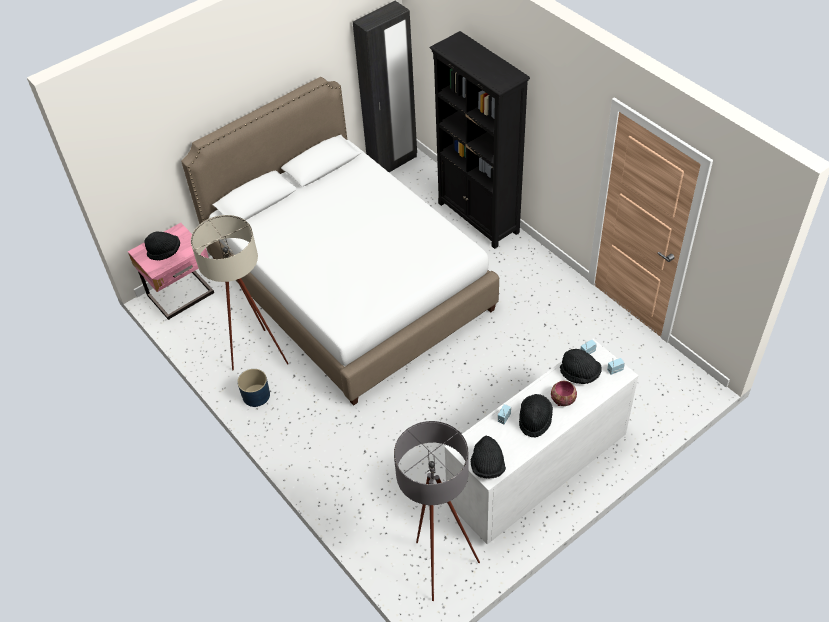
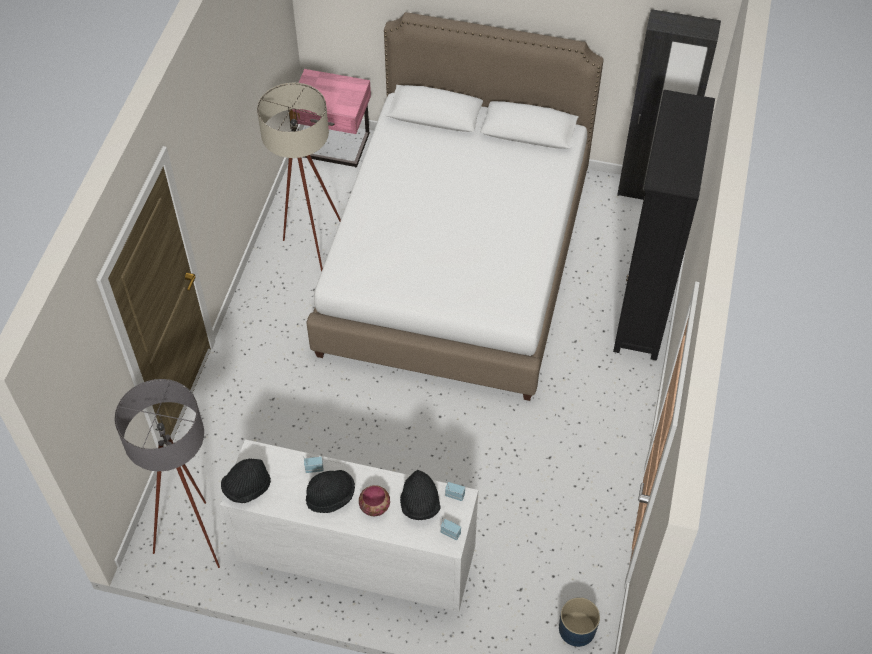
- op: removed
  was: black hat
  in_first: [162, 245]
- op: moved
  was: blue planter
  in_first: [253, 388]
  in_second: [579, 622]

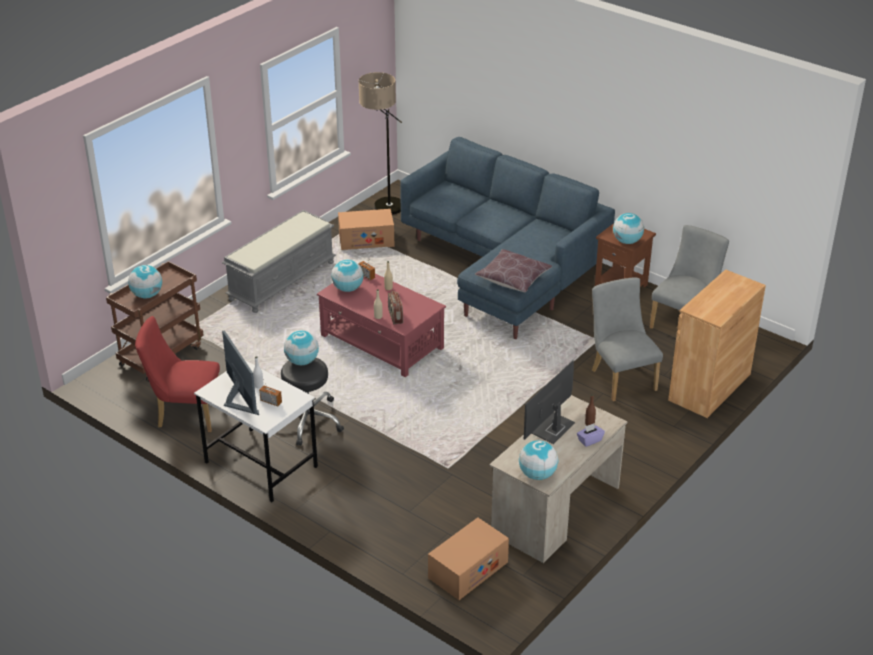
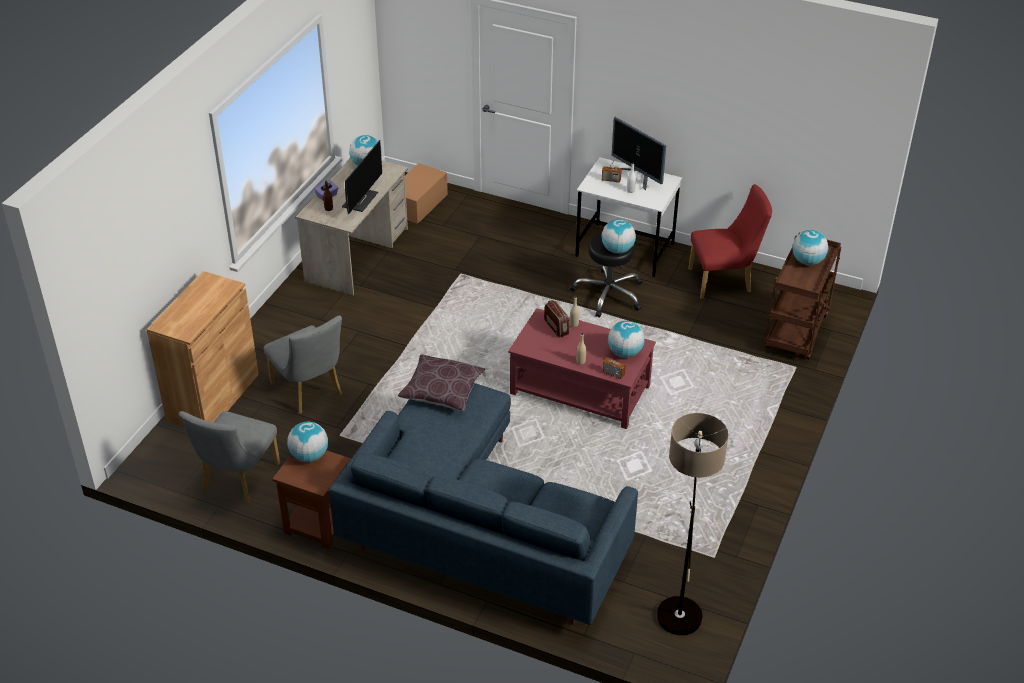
- op: removed
  was: grey bench
  in_first: [279, 261]
- op: removed
  was: cardboard box
  in_first: [366, 229]

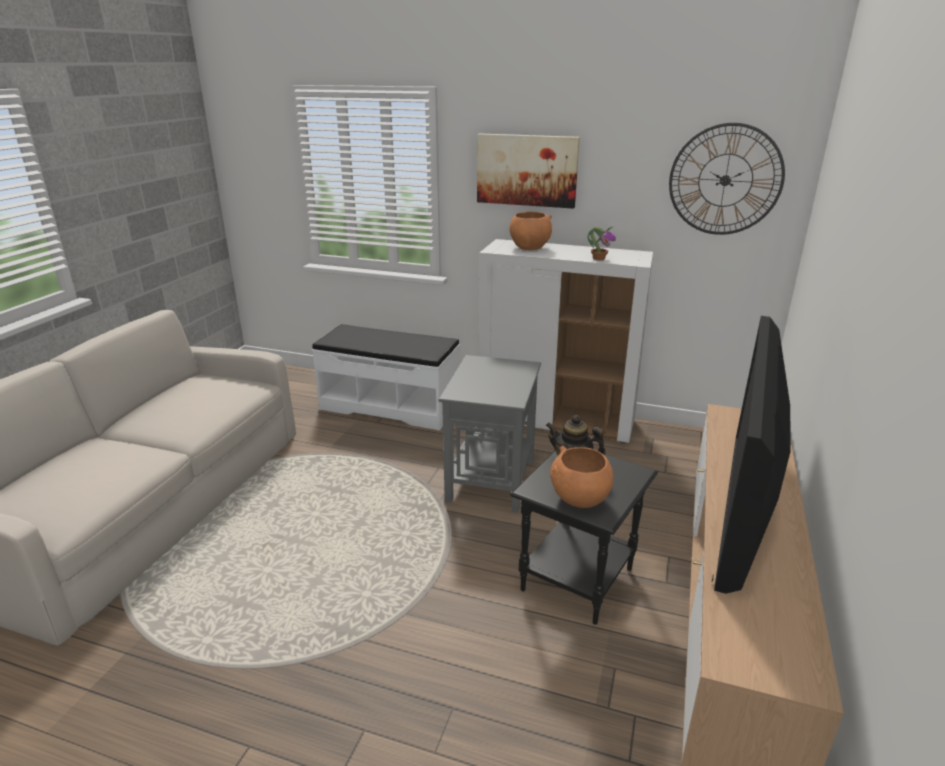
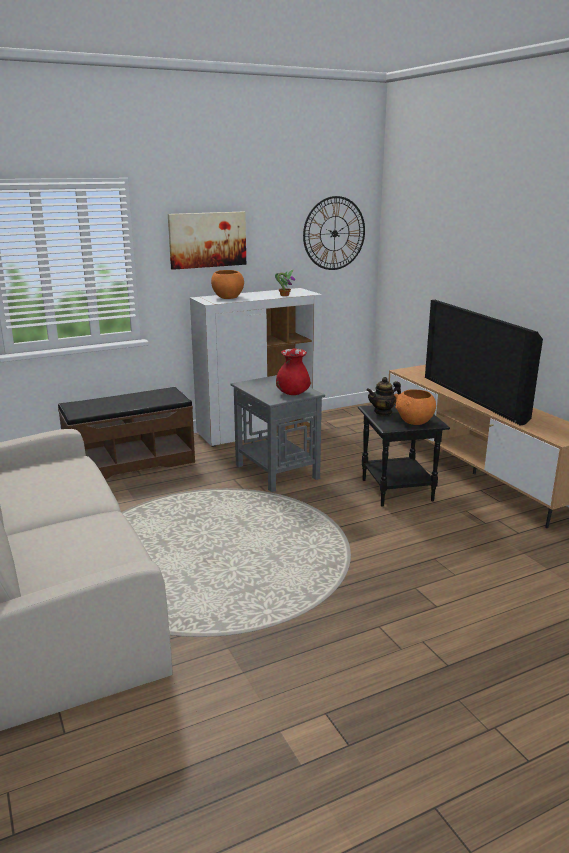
- op: added
  now: red vase
  in_second: [293, 372]
- op: recoloured
  was: white bench
  now: brown bench
  in_first: [386, 377]
  in_second: [126, 433]

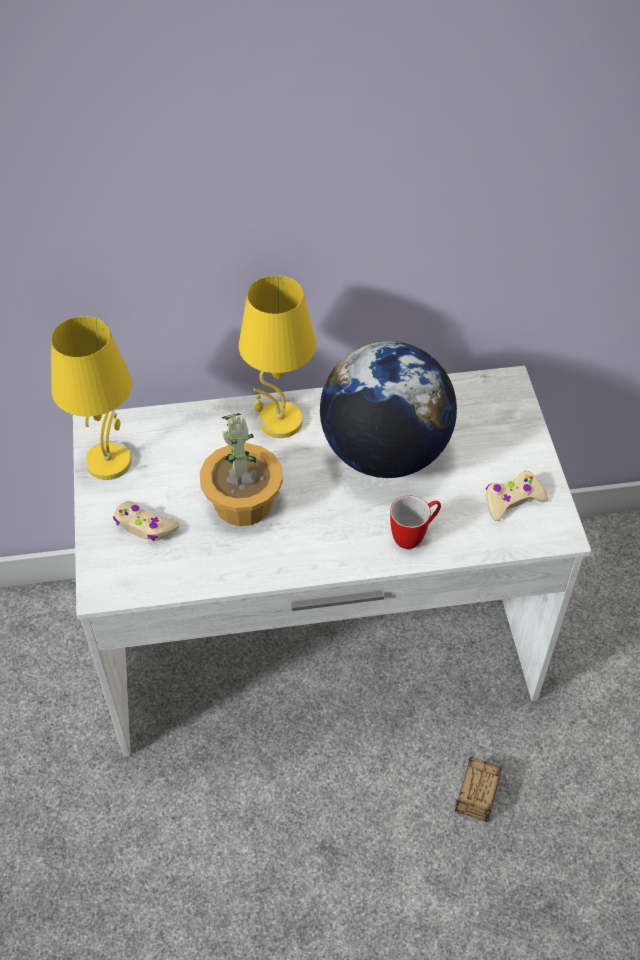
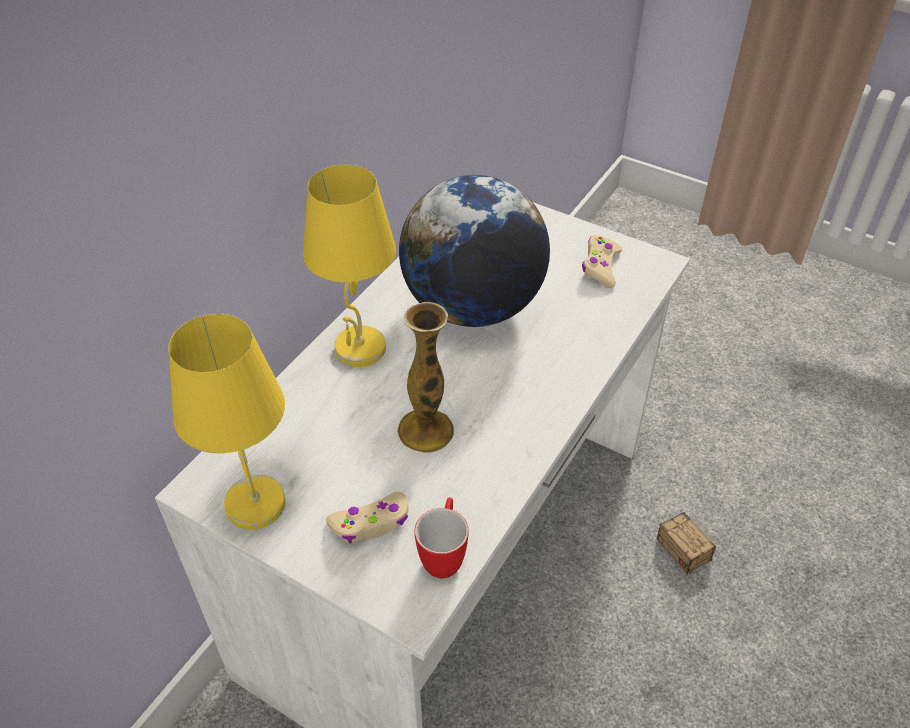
- op: moved
  was: mug
  in_first: [415, 522]
  in_second: [442, 538]
- op: replaced
  was: potted plant
  now: vase
  in_first: [241, 469]
  in_second: [425, 377]

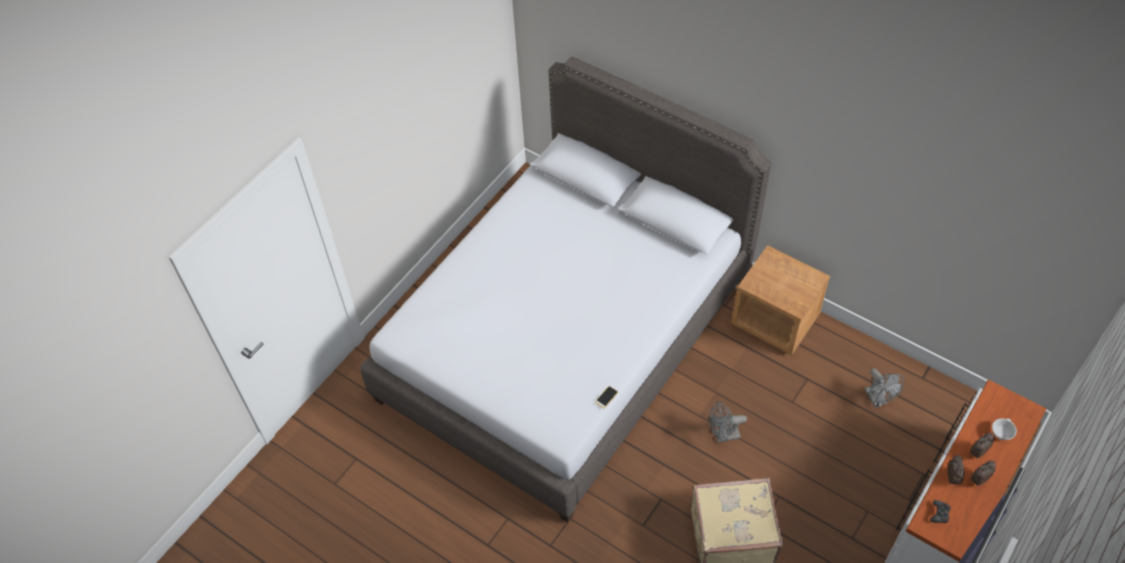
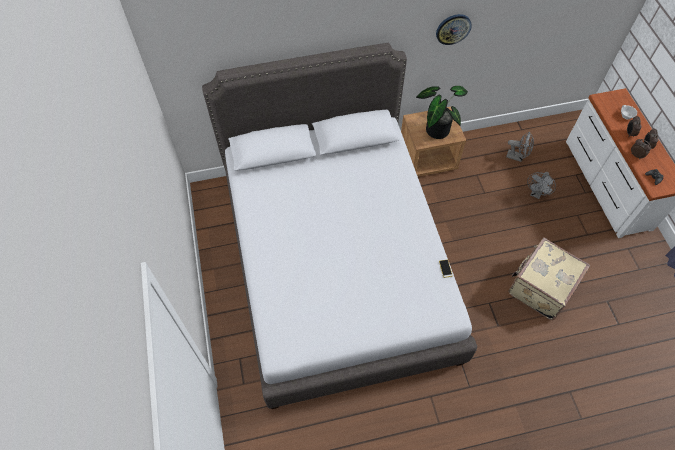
- op: added
  now: potted plant
  in_second: [442, 112]
- op: added
  now: wall clock
  in_second: [454, 29]
- op: moved
  was: grey fan
  in_first: [728, 422]
  in_second: [541, 185]

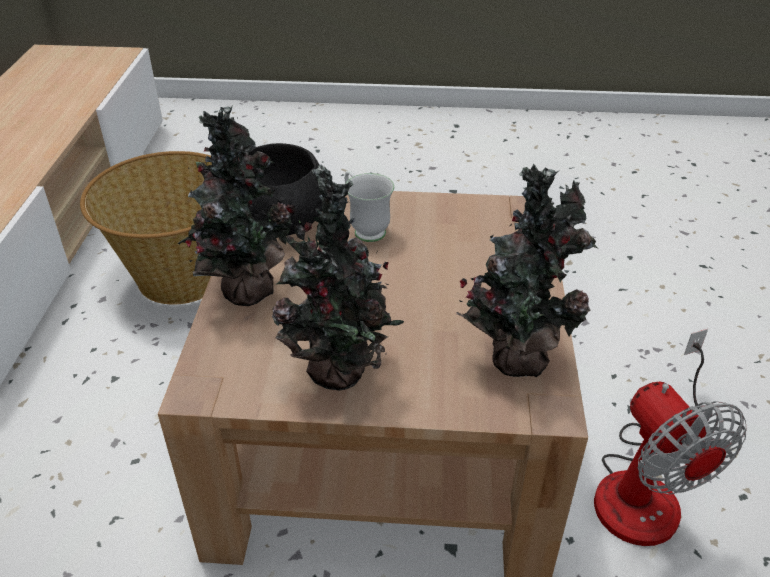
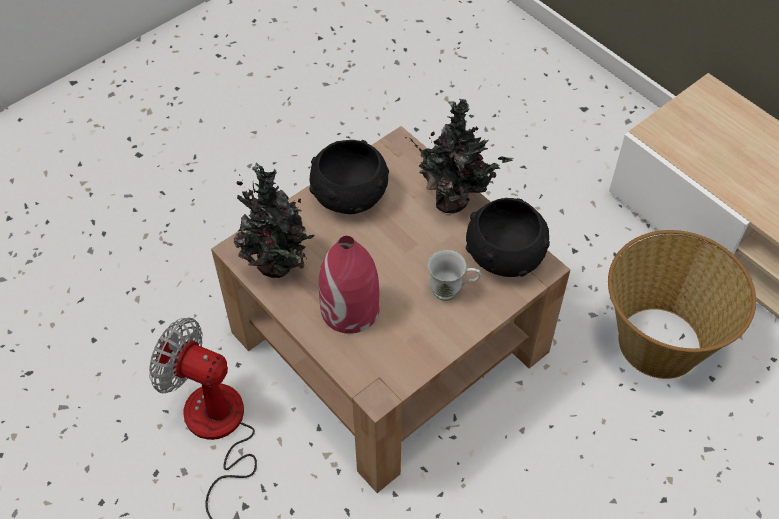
- op: added
  now: red vase
  in_second: [349, 285]
- op: replaced
  was: potted plant
  now: black bowl
  in_first: [338, 277]
  in_second: [349, 177]

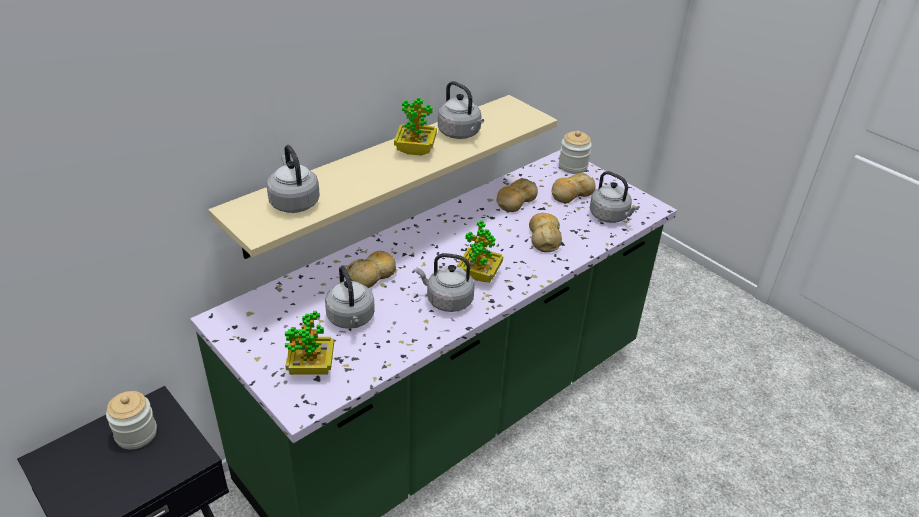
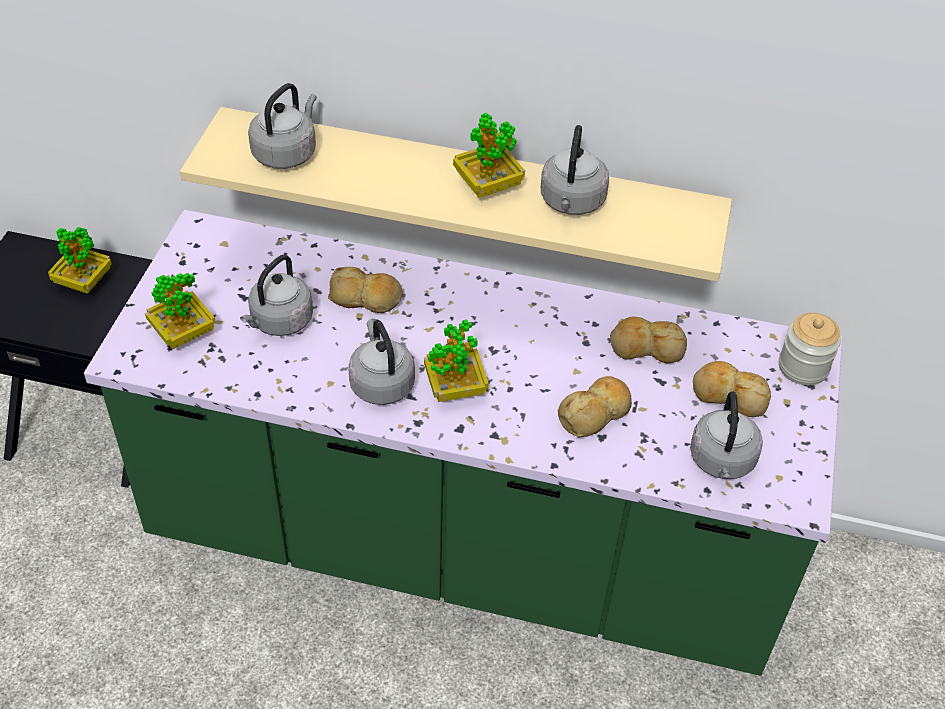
- op: replaced
  was: jar
  now: potted plant
  in_first: [131, 420]
  in_second: [80, 260]

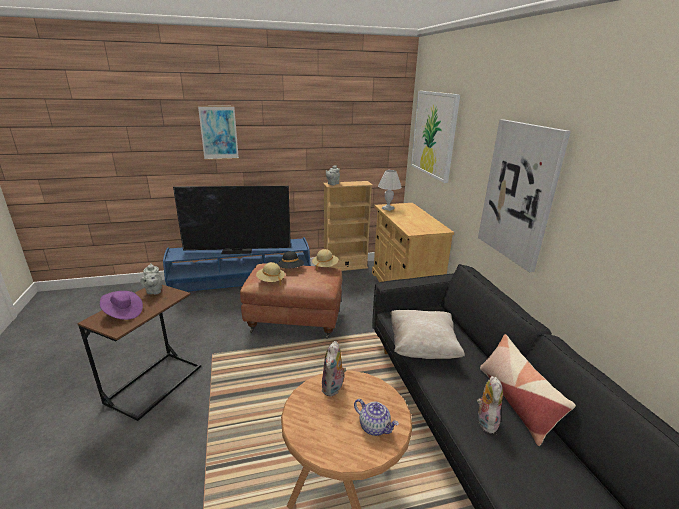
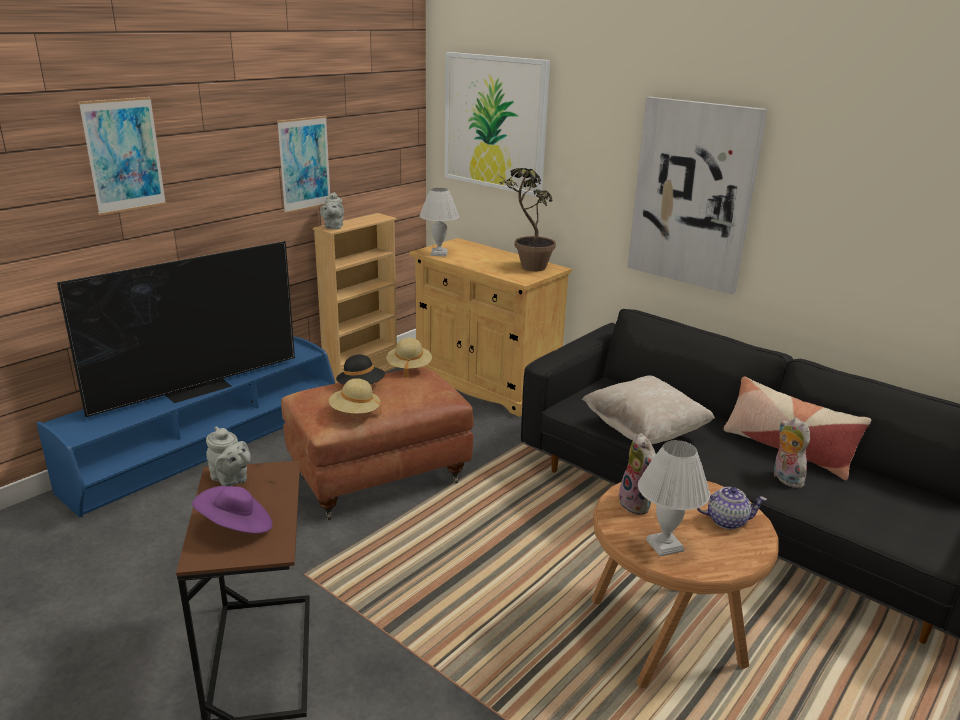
- op: added
  now: picture
  in_second: [303, 164]
- op: added
  now: potted plant
  in_second: [526, 219]
- op: added
  now: white table lamp
  in_second: [674, 498]

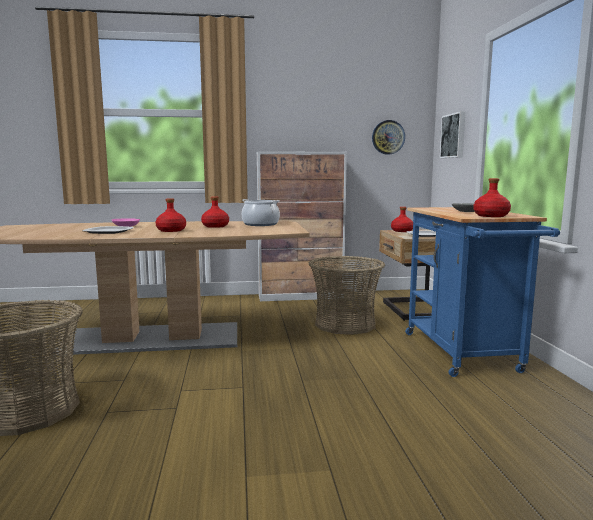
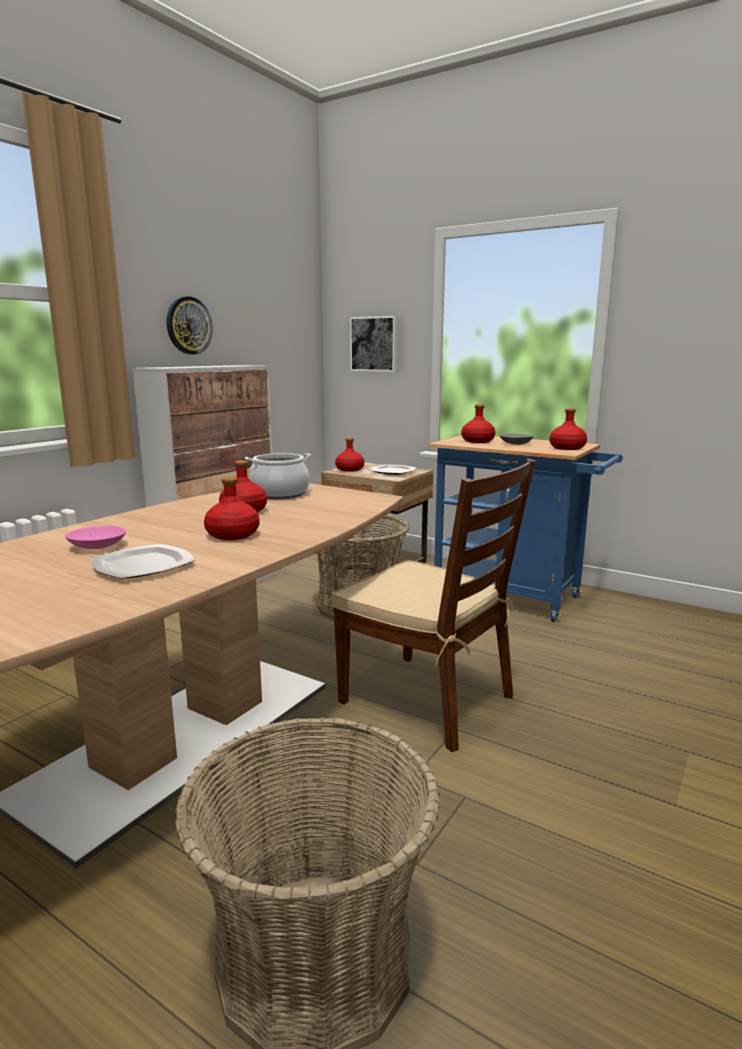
- op: added
  now: brown chair
  in_second: [433, 605]
- op: added
  now: red bottle
  in_second: [478, 423]
- op: moved
  was: wall clock
  in_first: [388, 137]
  in_second: [190, 325]

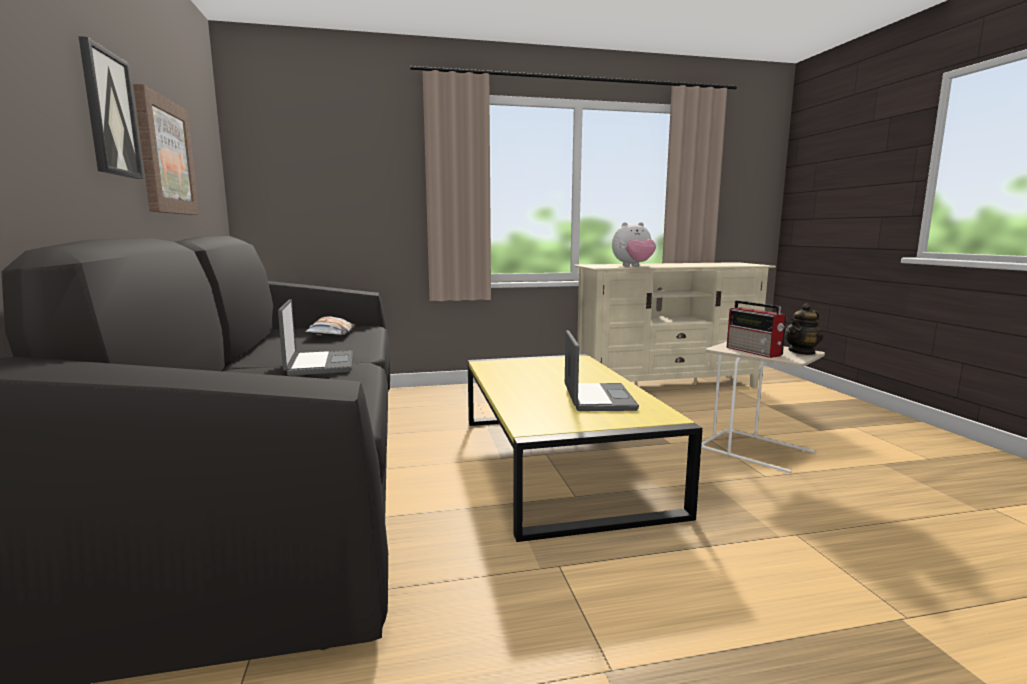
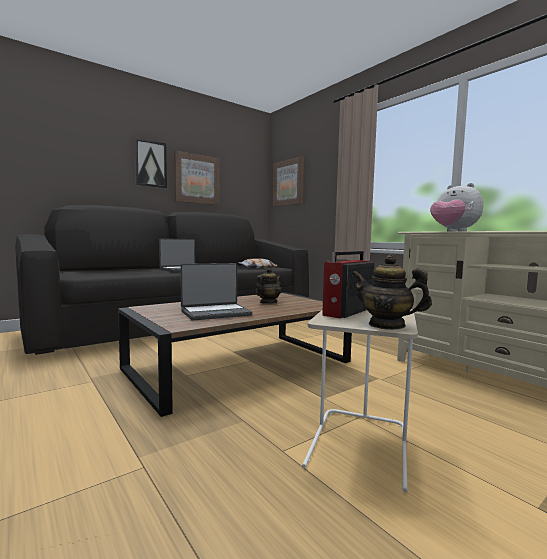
- op: added
  now: teapot
  in_second: [268, 286]
- op: added
  now: picture
  in_second: [288, 181]
- op: recoloured
  was: yellow coffee table
  now: brown coffee table
  in_first: [585, 448]
  in_second: [235, 354]

